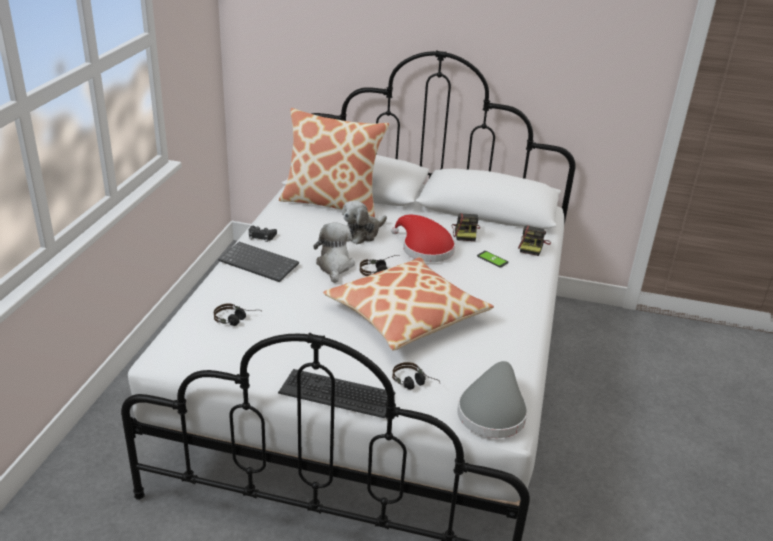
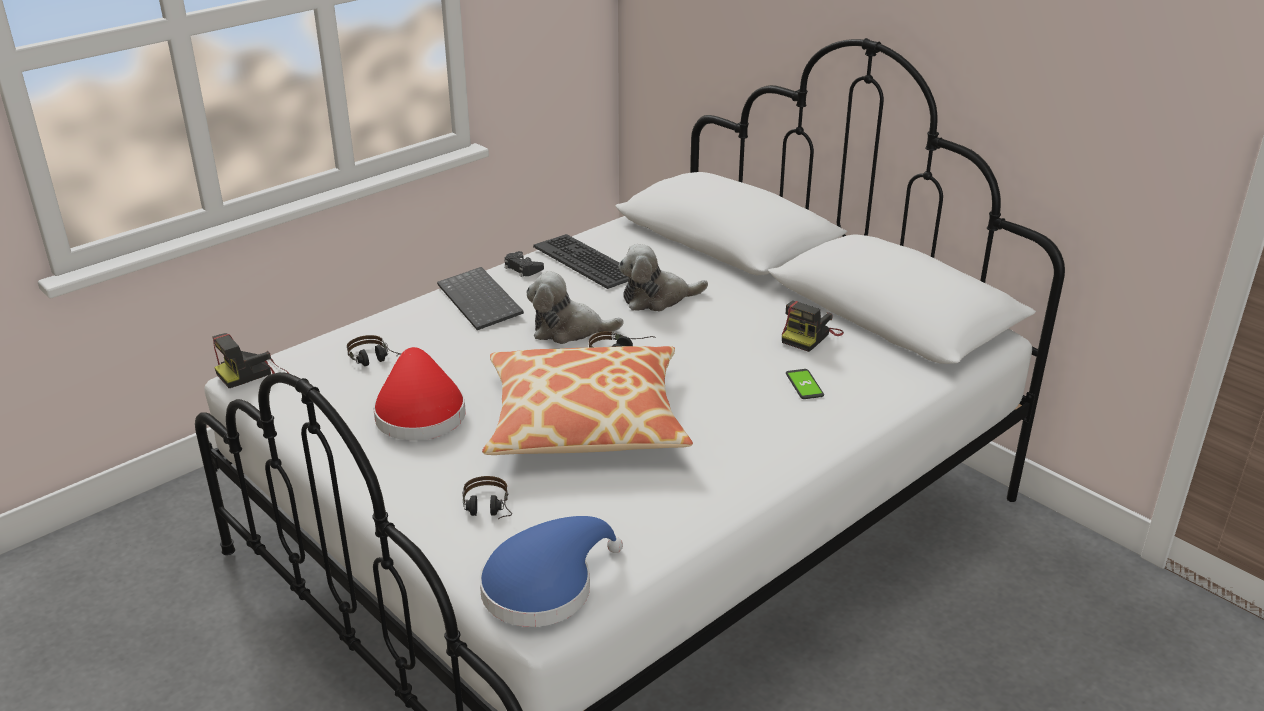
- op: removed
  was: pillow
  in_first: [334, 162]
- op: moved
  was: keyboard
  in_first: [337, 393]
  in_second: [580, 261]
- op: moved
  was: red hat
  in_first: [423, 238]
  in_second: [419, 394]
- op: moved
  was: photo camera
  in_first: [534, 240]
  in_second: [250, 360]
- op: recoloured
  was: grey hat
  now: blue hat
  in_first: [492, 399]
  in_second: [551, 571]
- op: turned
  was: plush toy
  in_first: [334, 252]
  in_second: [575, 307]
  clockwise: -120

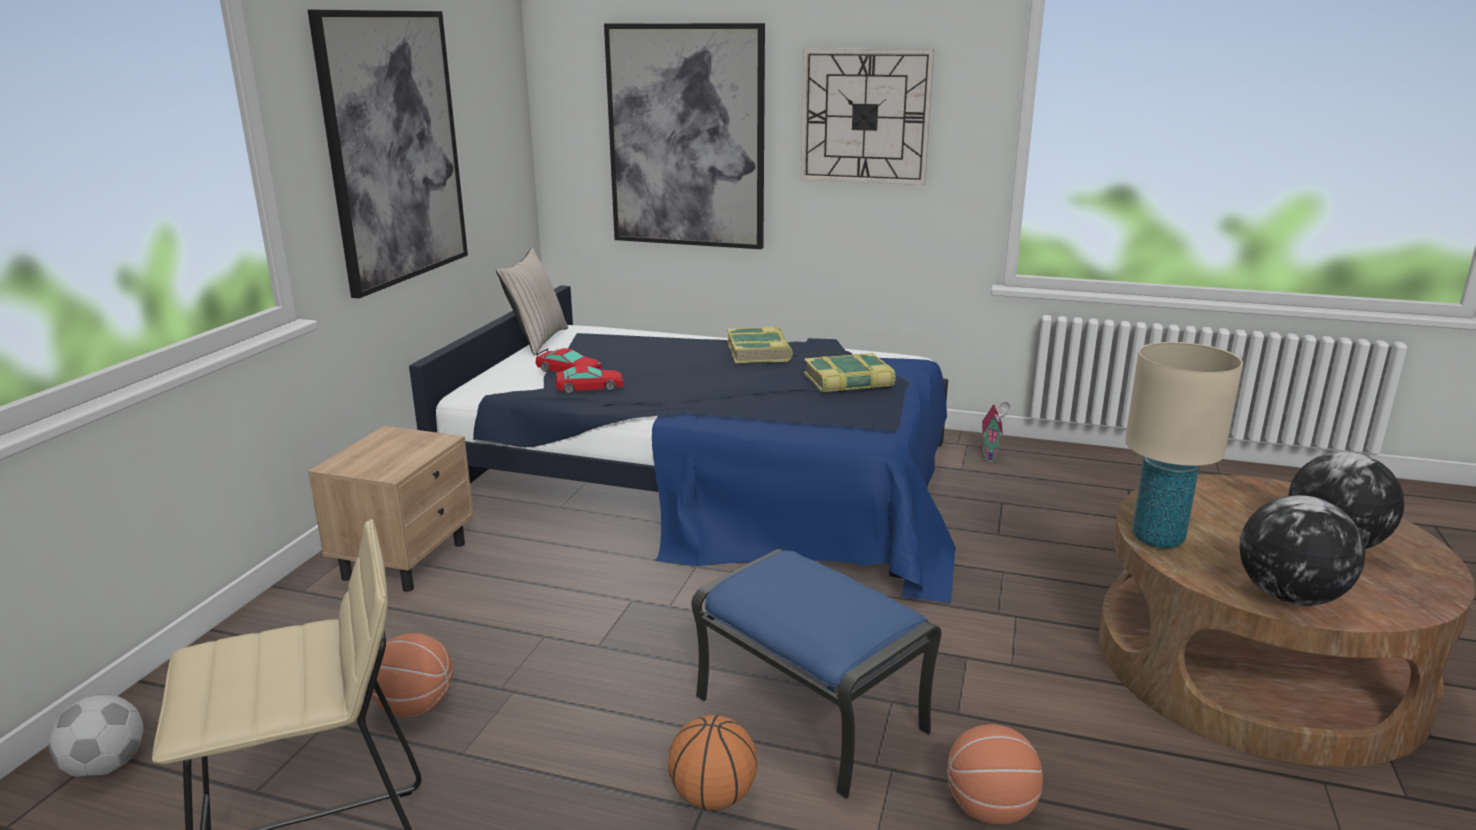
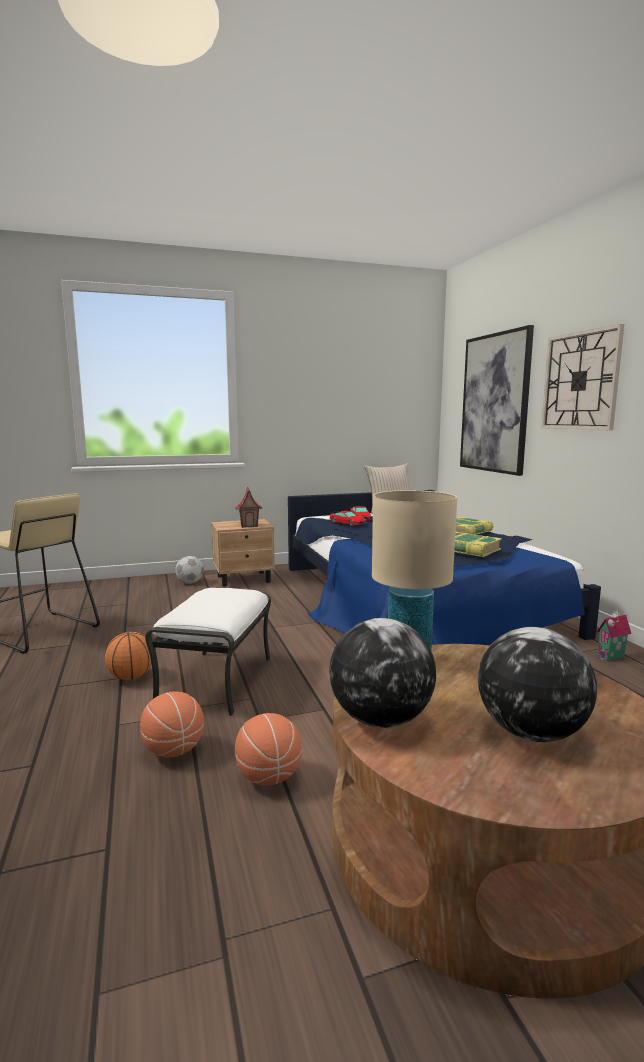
- op: removed
  was: picture
  in_first: [388, 154]
- op: added
  now: toy house
  in_second: [248, 507]
- op: moved
  was: football
  in_first: [96, 736]
  in_second: [189, 570]
- op: moved
  was: basketball
  in_first: [412, 675]
  in_second: [268, 749]
- op: recoloured
  was: blue ottoman
  now: white ottoman
  in_first: [816, 674]
  in_second: [208, 652]

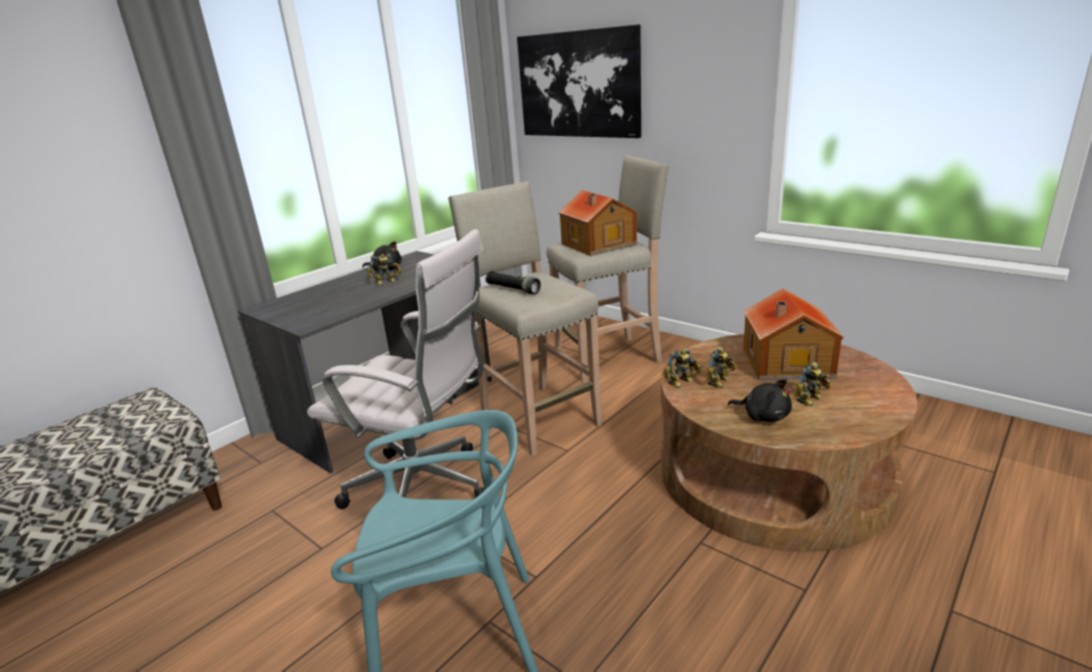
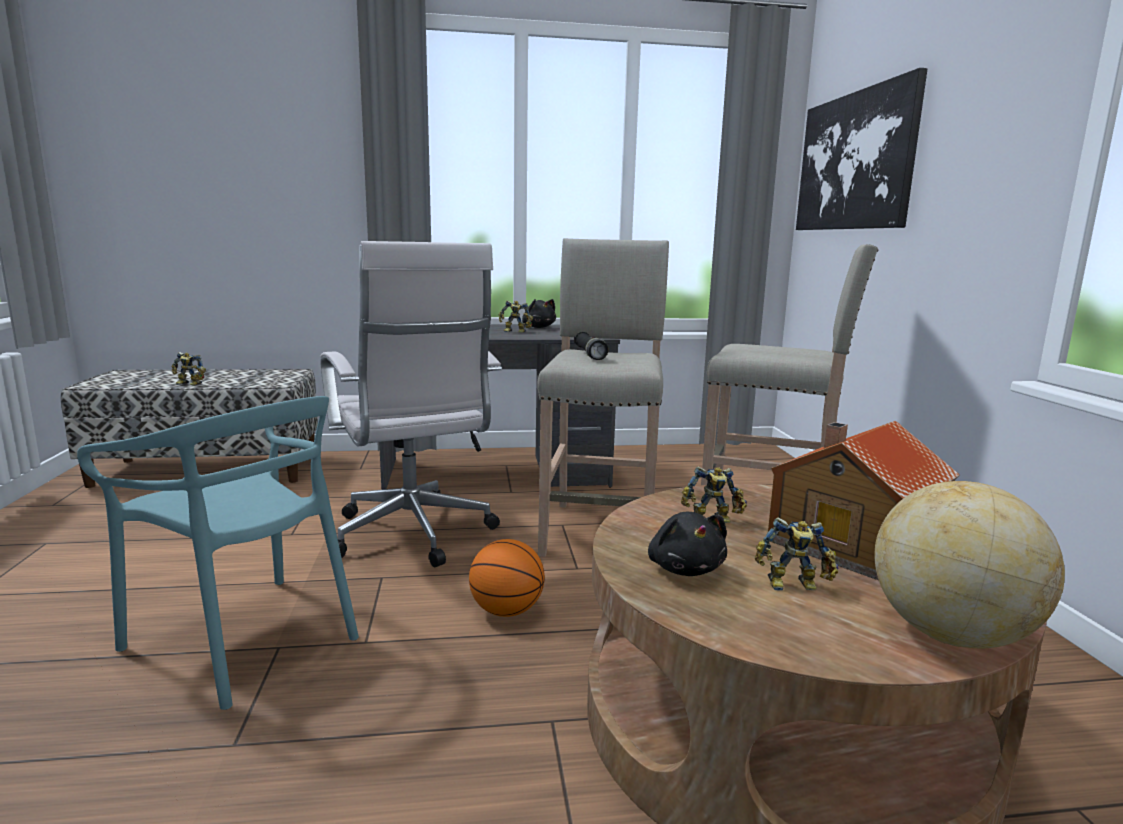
- op: removed
  was: toy house
  in_first: [597, 223]
- op: added
  now: basketball
  in_second: [507, 578]
- op: added
  now: globe
  in_second: [970, 564]
- op: moved
  was: toy robot
  in_first: [683, 368]
  in_second: [189, 368]

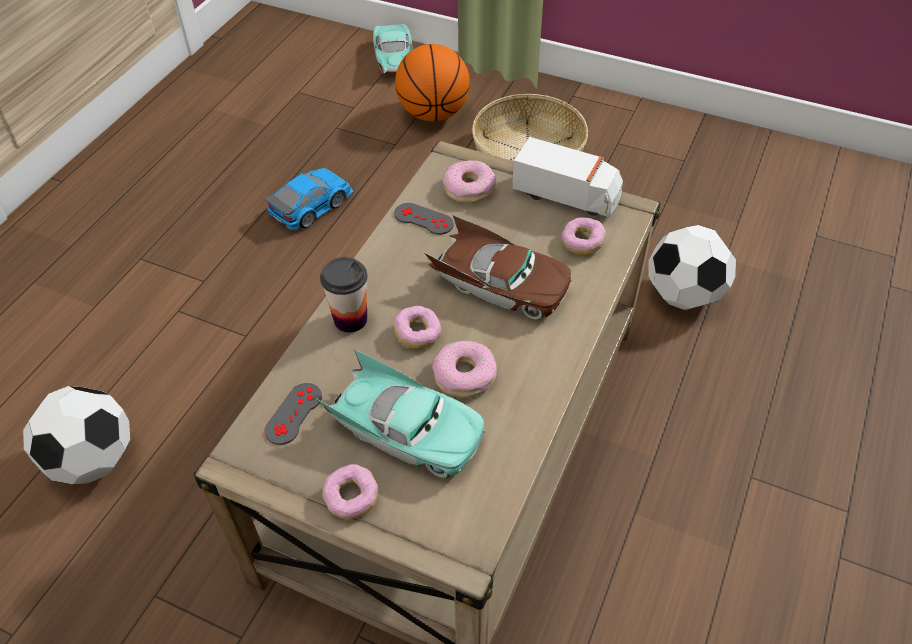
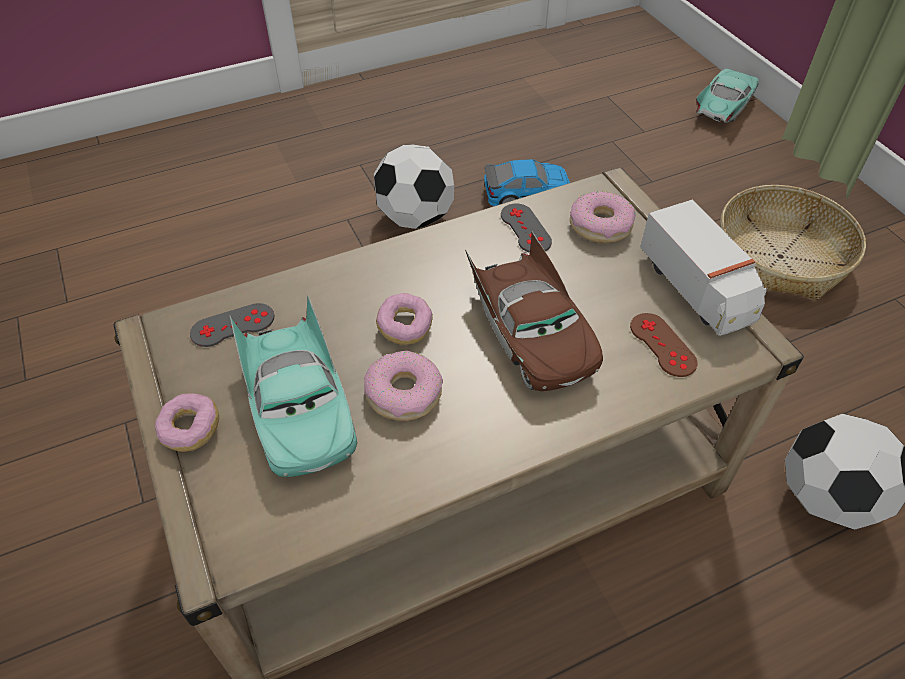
- op: removed
  was: cup
  in_first: [343, 295]
- op: removed
  was: basketball
  in_first: [432, 82]
- op: moved
  was: football
  in_first: [76, 435]
  in_second: [414, 187]
- op: replaced
  was: donut
  now: brown game controller
  in_first: [584, 236]
  in_second: [664, 345]

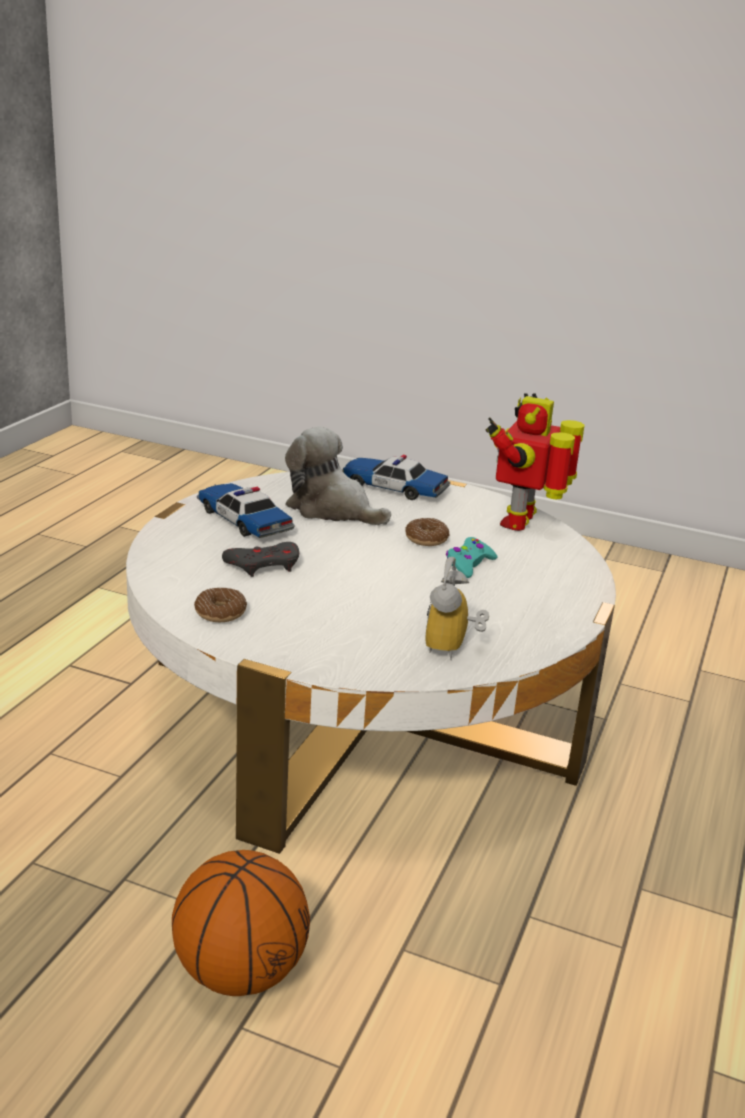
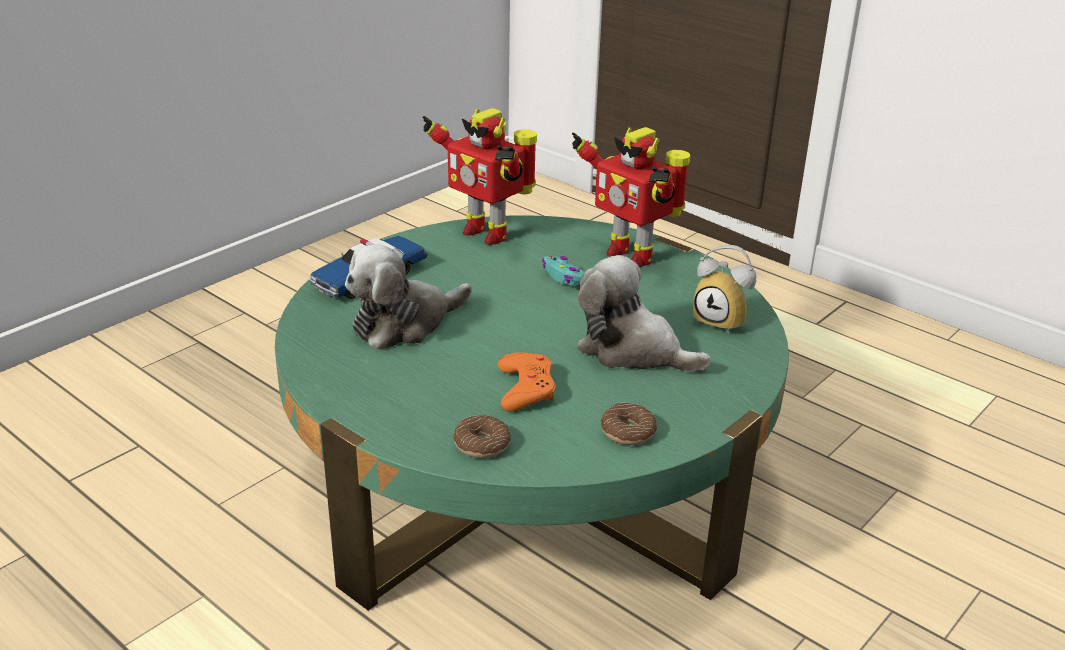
- op: removed
  was: basketball
  in_first: [241, 923]
- op: removed
  was: toy car
  in_first: [245, 510]
- op: added
  now: toy robot
  in_second: [631, 197]
- op: added
  now: plush toy
  in_second: [644, 313]
- op: moved
  was: donut
  in_first: [427, 532]
  in_second: [482, 436]
- op: recoloured
  was: white coffee table
  now: green coffee table
  in_first: [371, 661]
  in_second: [532, 413]
- op: recoloured
  was: grey game controller
  now: orange game controller
  in_first: [260, 559]
  in_second: [527, 382]

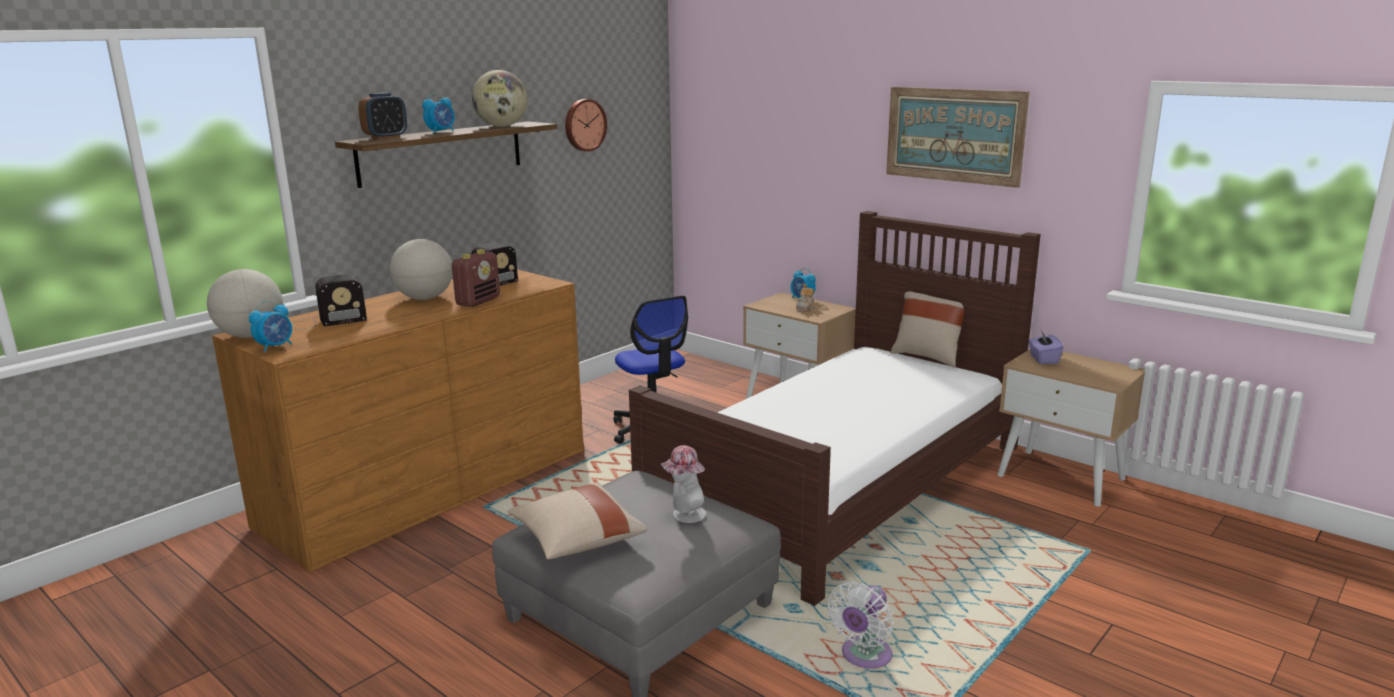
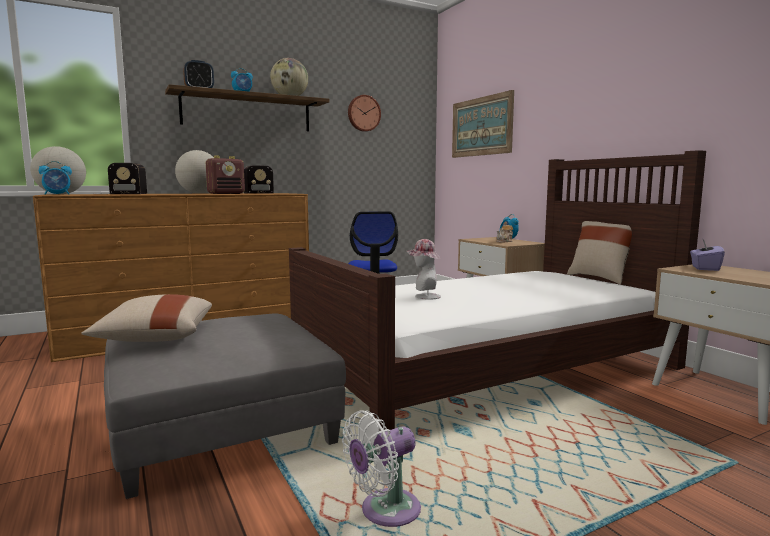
- op: moved
  was: hat
  in_first: [683, 484]
  in_second: [424, 269]
- op: moved
  was: picture
  in_first: [957, 137]
  in_second: [483, 124]

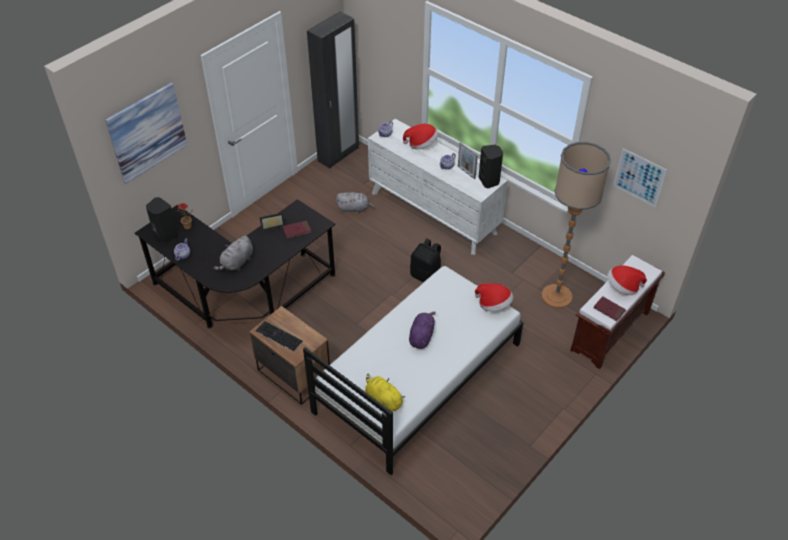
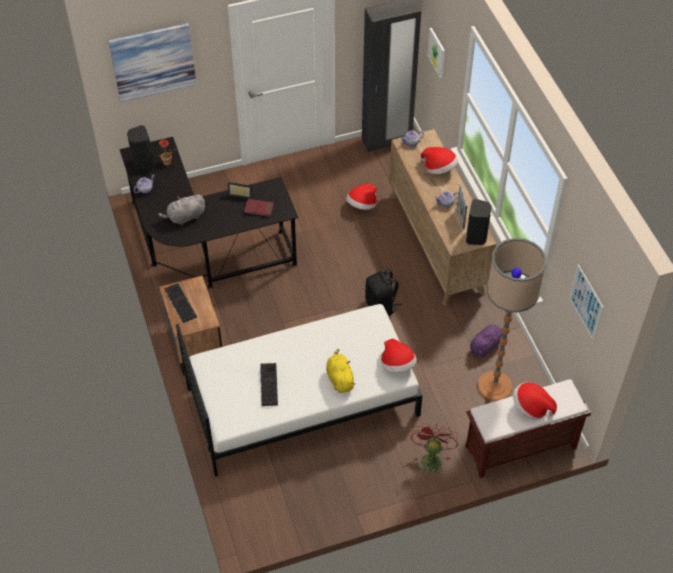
- op: removed
  was: red book
  in_first: [609, 308]
- op: added
  now: keyboard
  in_second: [269, 384]
- op: added
  now: red fan
  in_second: [434, 450]
- op: added
  now: picture
  in_second: [436, 53]
- op: moved
  was: yellow plush toy
  in_first: [385, 392]
  in_second: [341, 371]
- op: moved
  was: purple plush toy
  in_first: [422, 330]
  in_second: [486, 341]
- op: replaced
  was: grey plush toy
  now: hat
  in_first: [355, 202]
  in_second: [361, 197]
- op: recoloured
  was: white dresser
  now: brown dresser
  in_first: [438, 187]
  in_second: [442, 217]

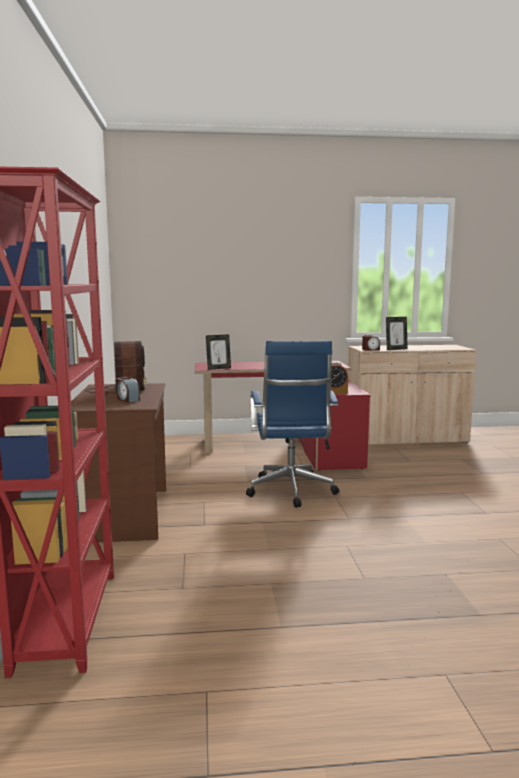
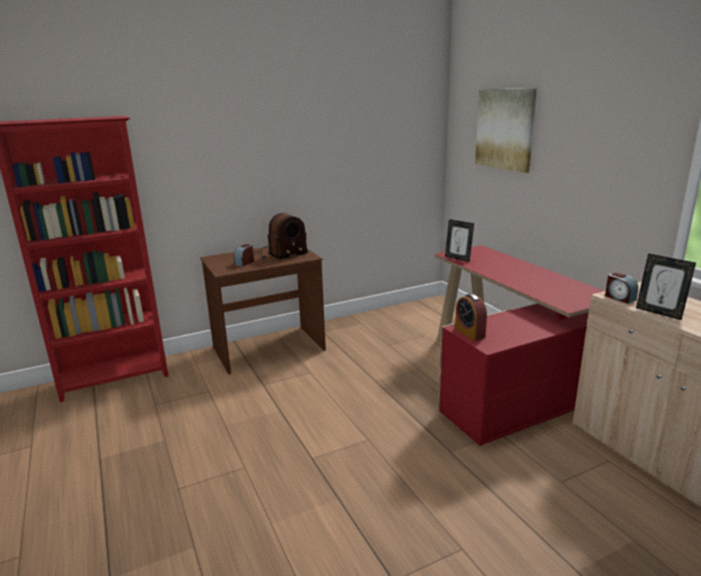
- op: removed
  was: blue office chair
  in_first: [292, 424]
- op: added
  now: picture
  in_second: [506, 131]

